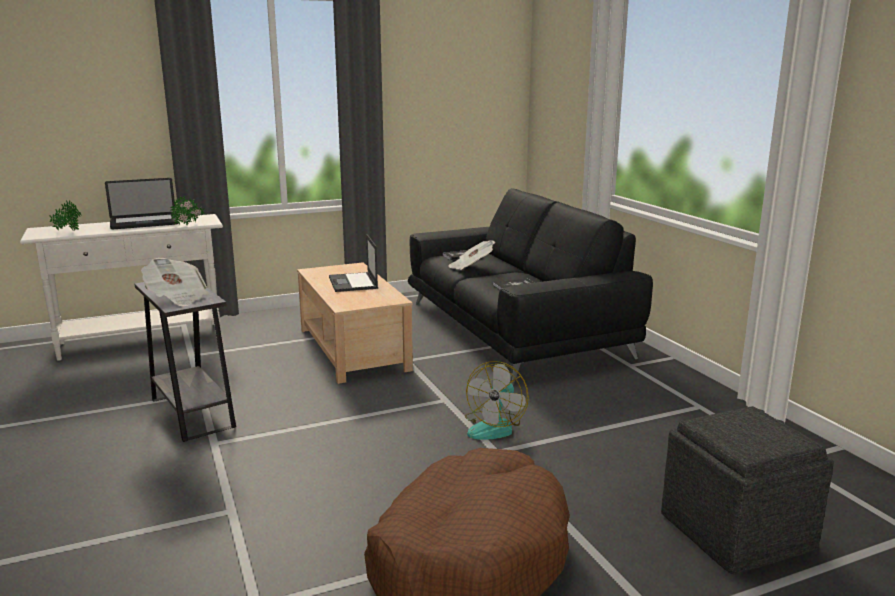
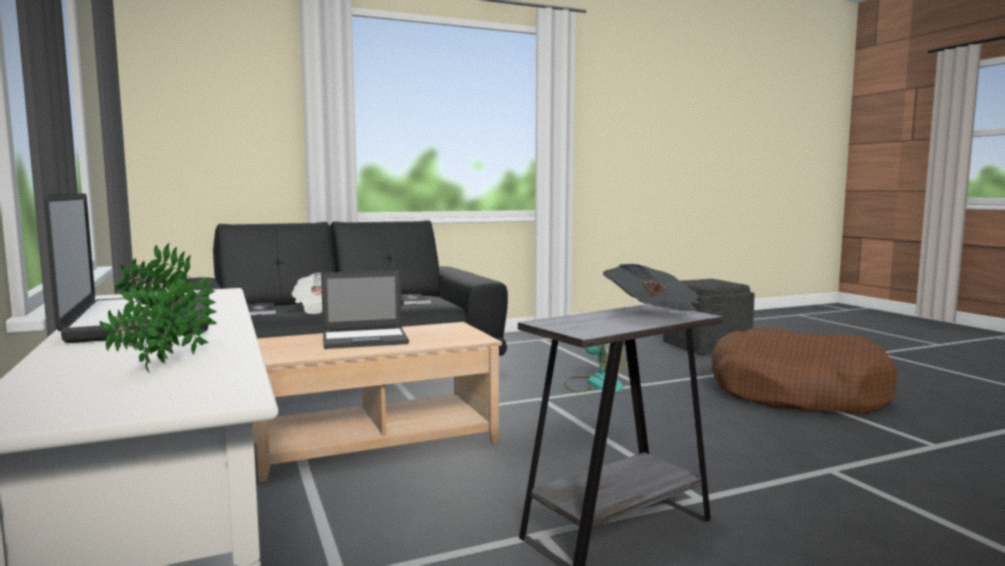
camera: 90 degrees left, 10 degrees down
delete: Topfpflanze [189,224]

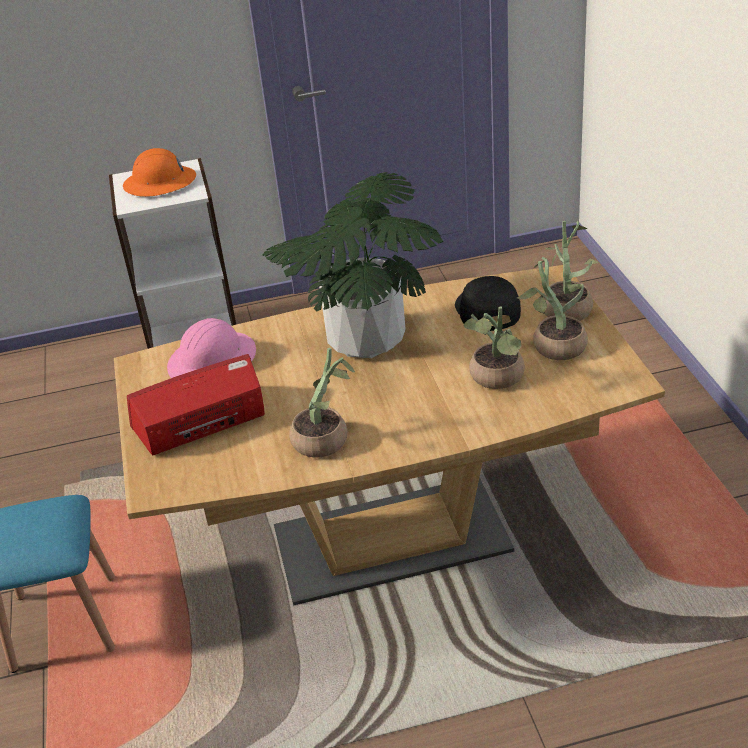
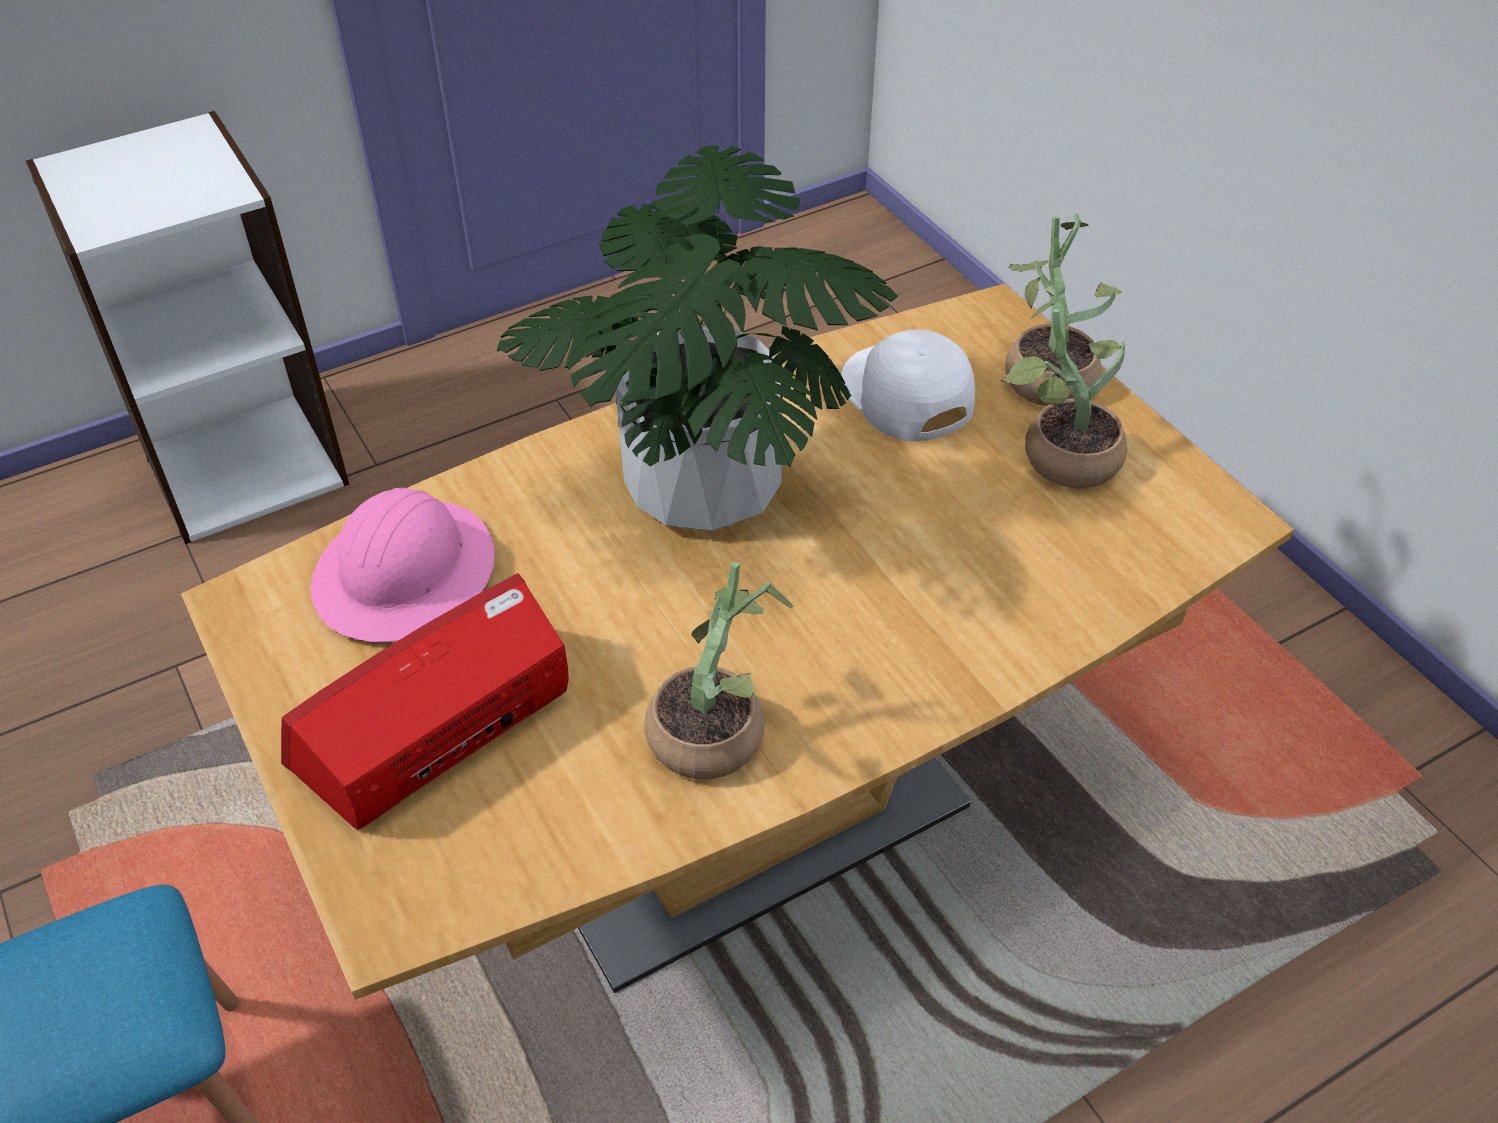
camera: 20 degrees left, 10 degrees up
delete: Schutzhelm [orange] [160,183]; Topfpflanze [497,379]
recolor: Kappe [schwarz] [486,310] to Kappe [weiß] [904,394]

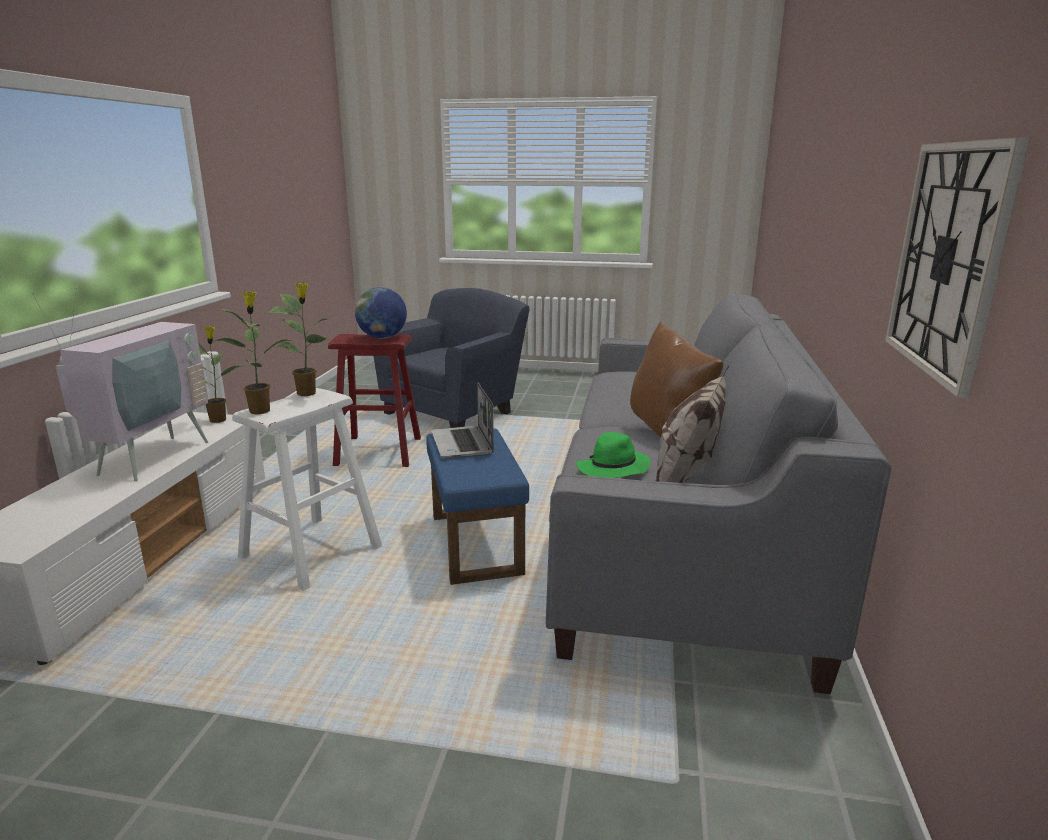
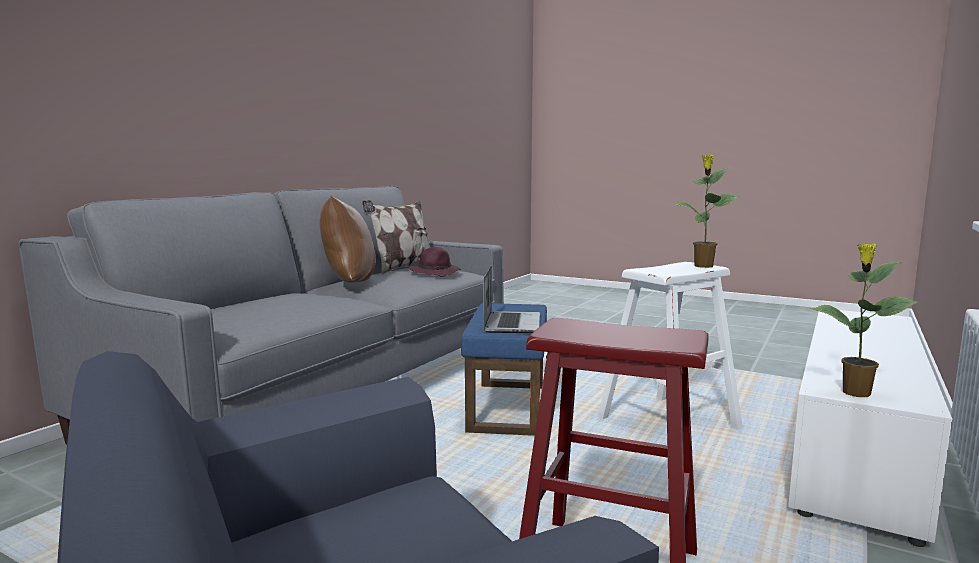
camera: 160 degrees left, 10 degrees down
delete: Wanduhr [948,259]; Topfpflanze [308,393]; Fernseher [148,456]; Globus [382,337]
recolor: Hut [grün] [613,469] to Hut [lila] [435,272]

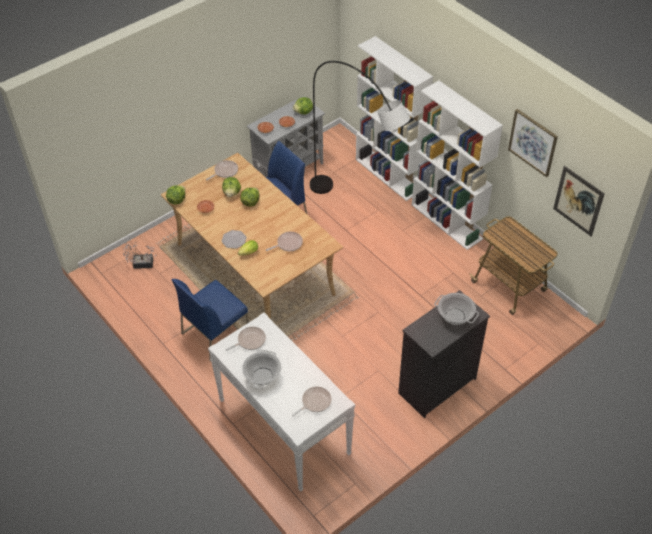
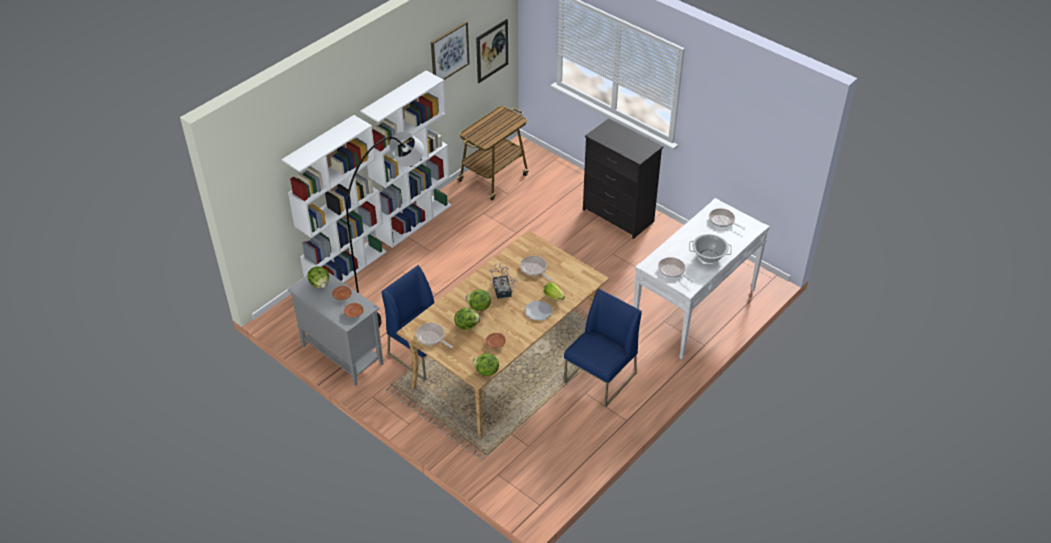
camera: 100 degrees left, 5 degrees down
delete: Kochtopf [455,316]
move: Topfpflanze [140,263] to [502,292]
rotate: Stuhl [blau] [215,332] = [600,378] 90 degrees counterclockwise

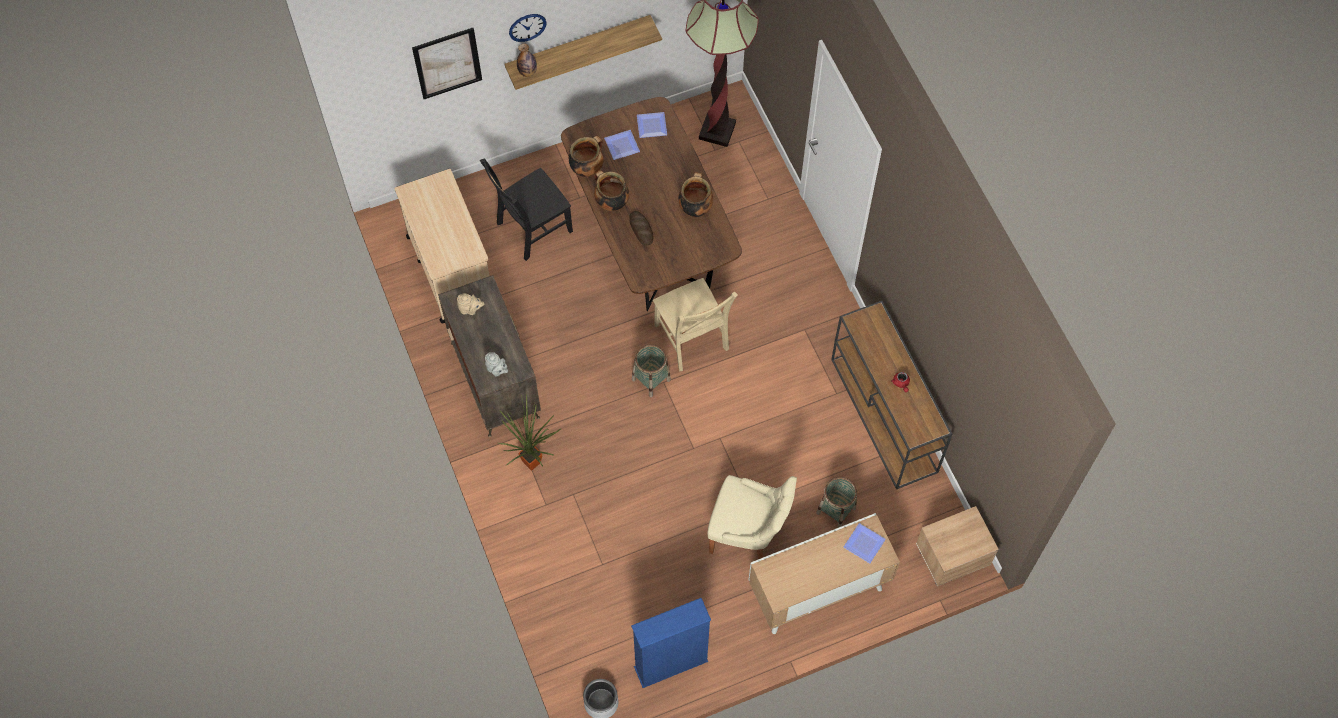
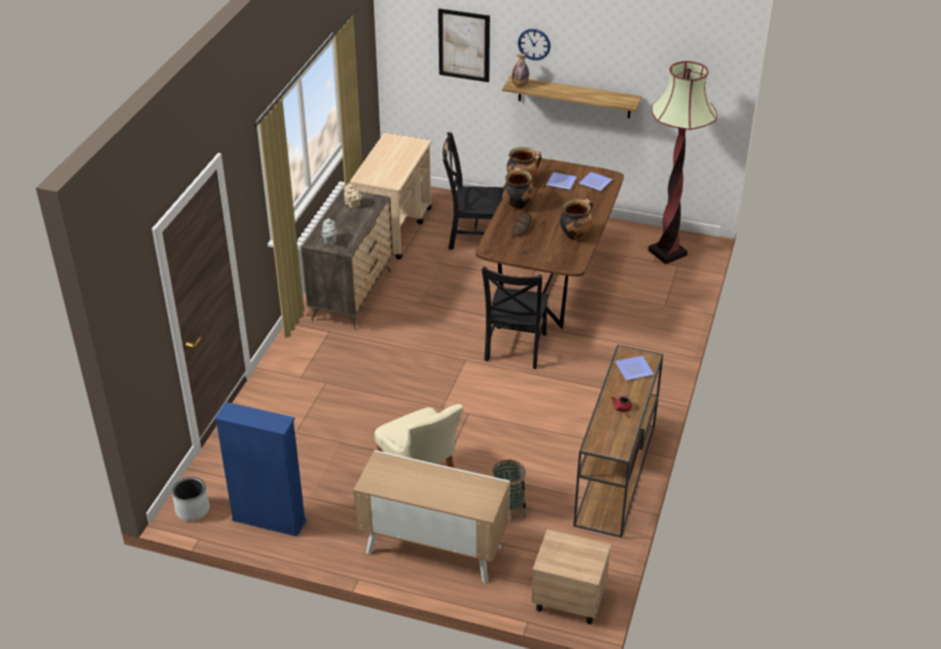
camera: 40 degrees right, 25 degrees down
delete: Korb [651,379]; Topfpflanze [534,461]
move: Teller [864,545] to [633,370]
recolor: Stuhl [beige] [692,340] to Stuhl [schwarz] [515,349]

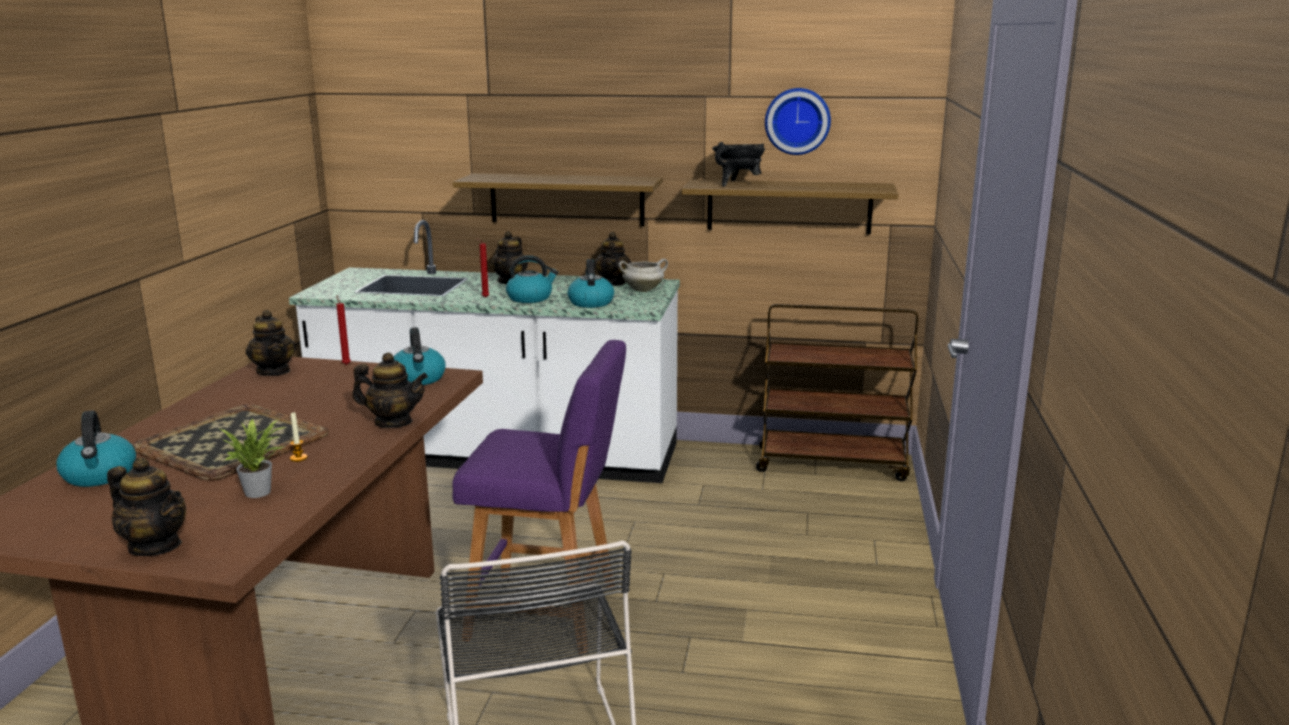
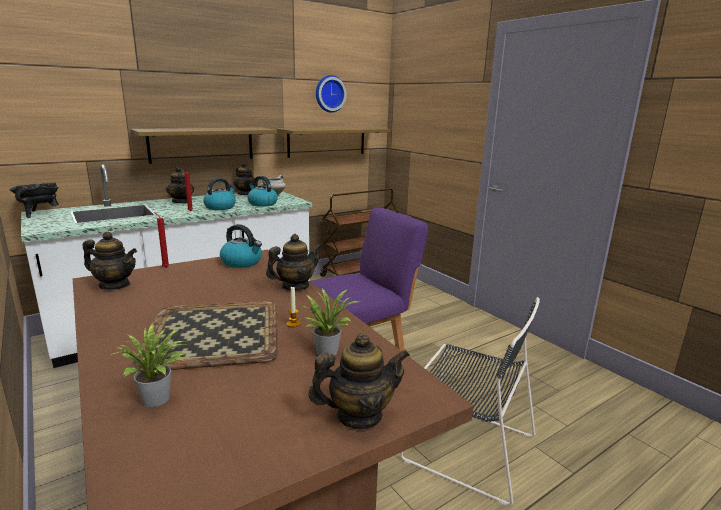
camera: 45 degrees left, 0 degrees up
move: Kochtopf [schwarz] [738,184] to [40,214]
replace: Wasserkessel [100,475] to Topfpflanze [159,400]

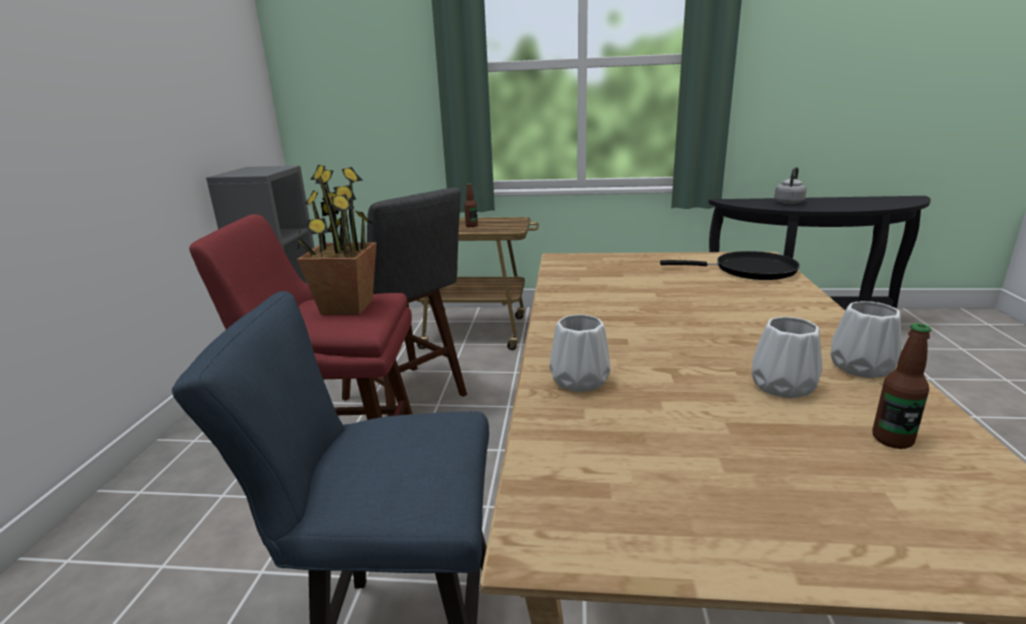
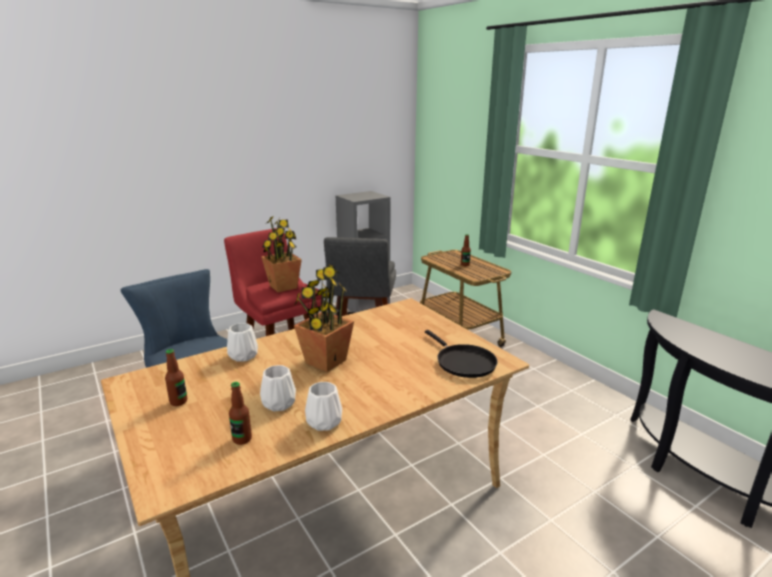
camera: 50 degrees right, 0 degrees up
delete: Wasserkessel [grau] [789,202]
insert: Topfpflanze [325,362]; Flasche [178,401]

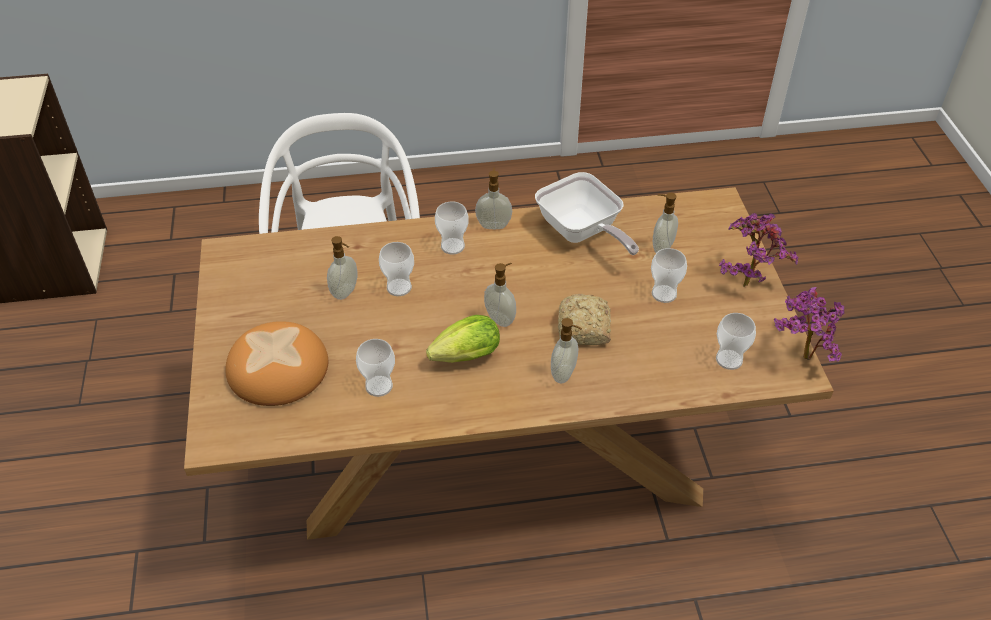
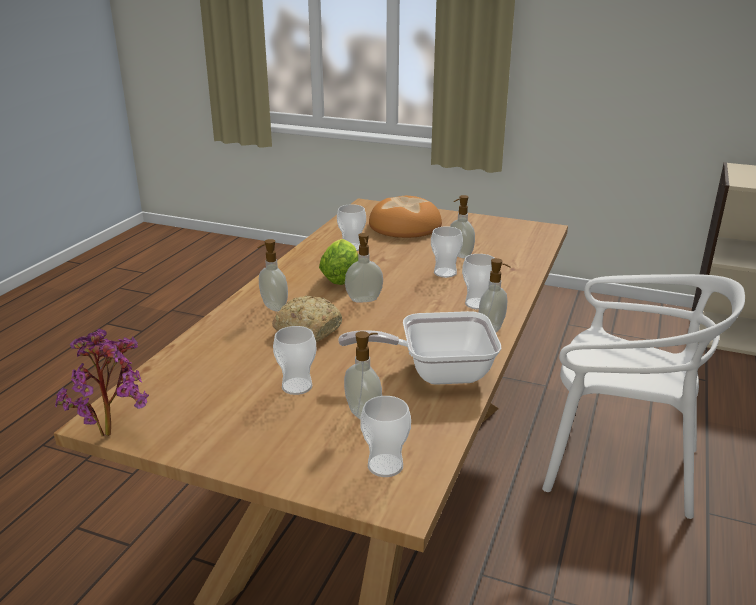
camera: 120 degrees right, 20 degrees down
delete: Topfpflanze [746,281]
move: Tasse [729,359] to [385,465]

